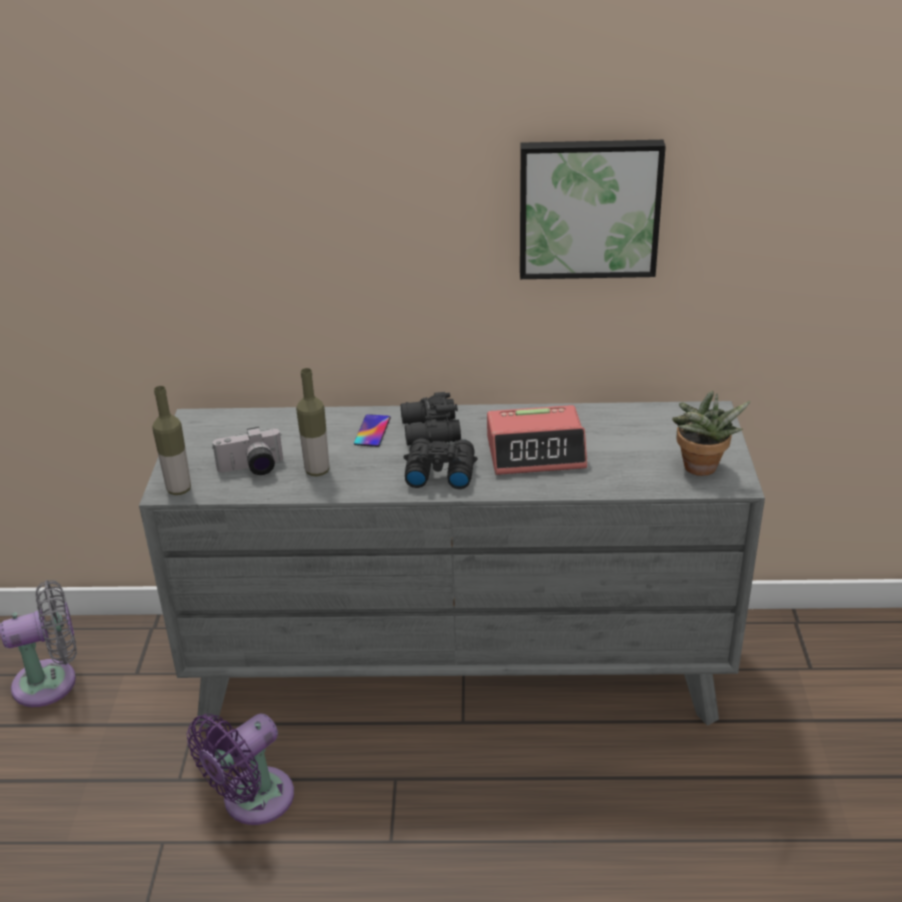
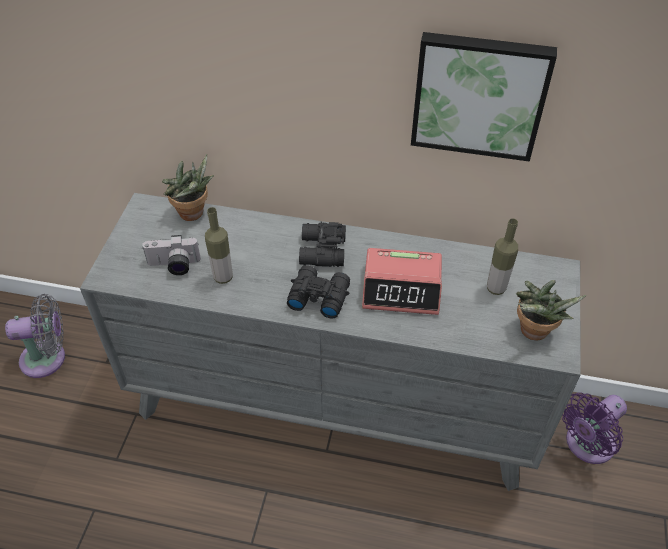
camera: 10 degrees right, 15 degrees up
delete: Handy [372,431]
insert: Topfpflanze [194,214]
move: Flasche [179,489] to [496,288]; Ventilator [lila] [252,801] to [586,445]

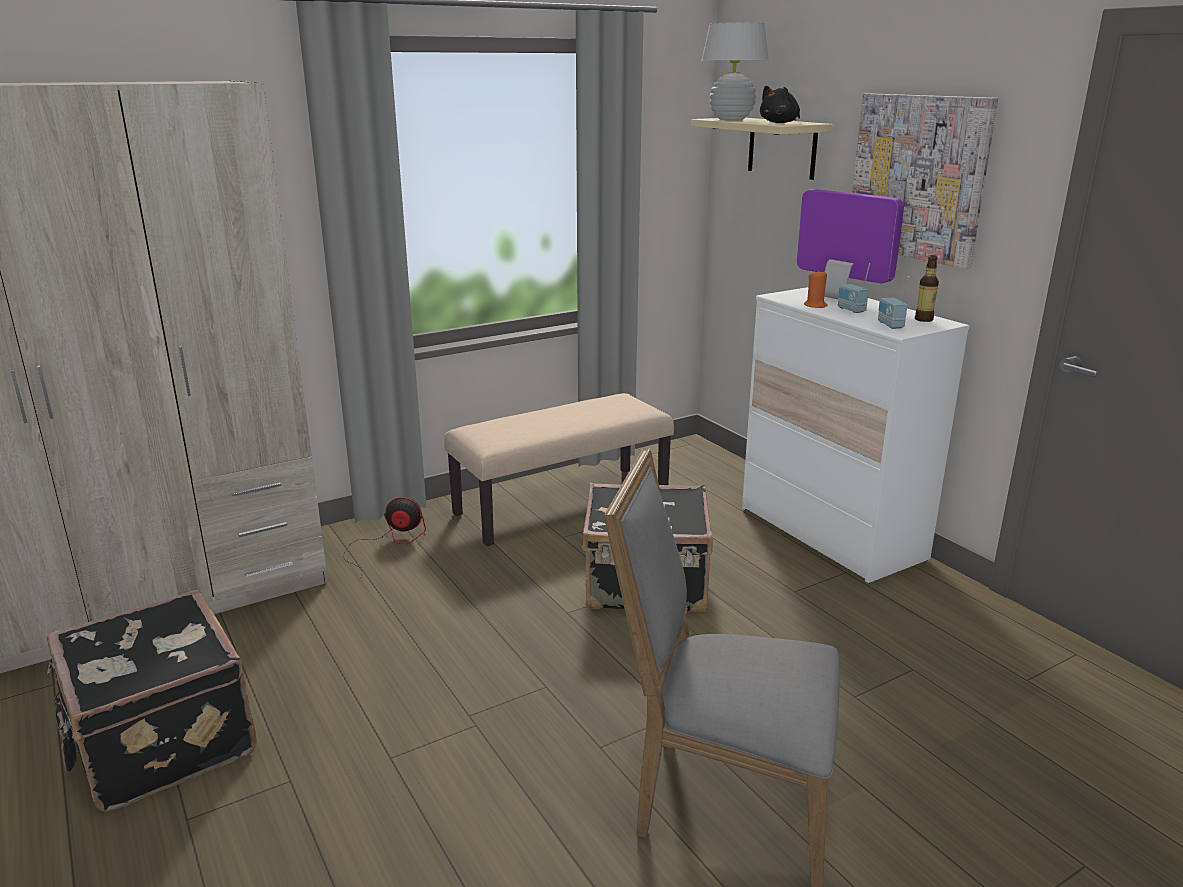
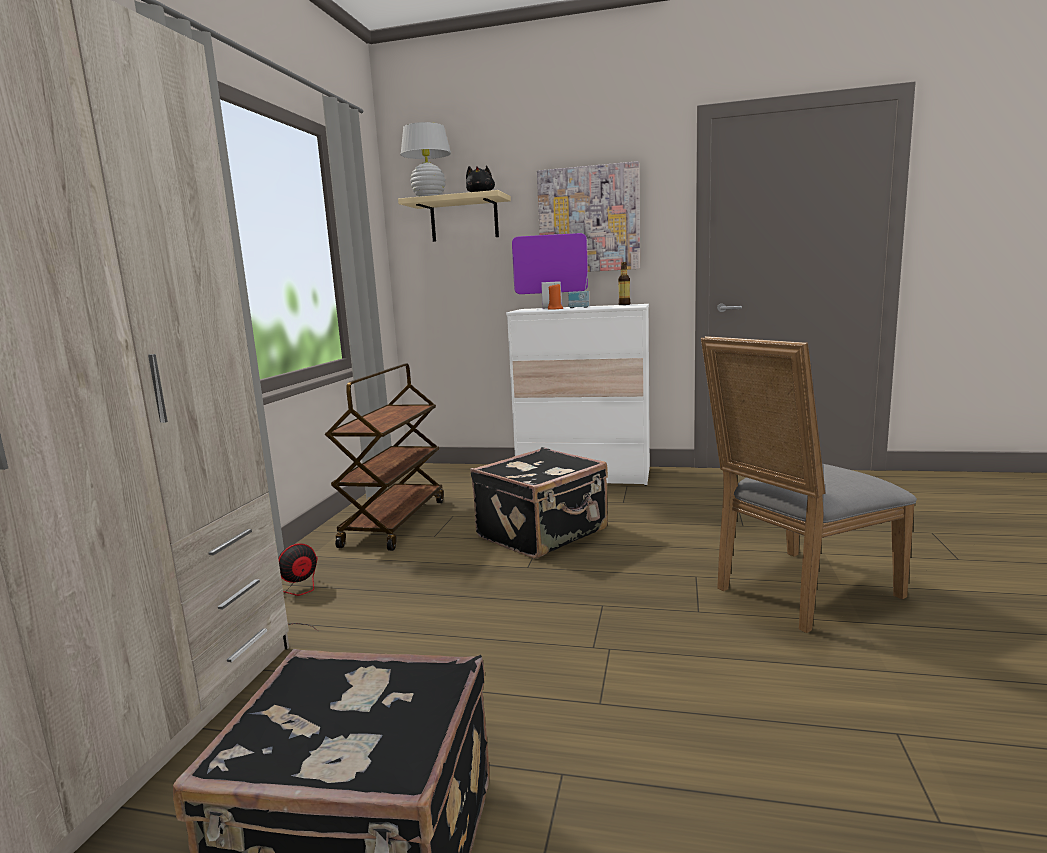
camera: 45 degrees left, 10 degrees down
delete: Radio [889,325]
replace: Bank [beige] [562,504] to Rollwagen [braun] [394,522]

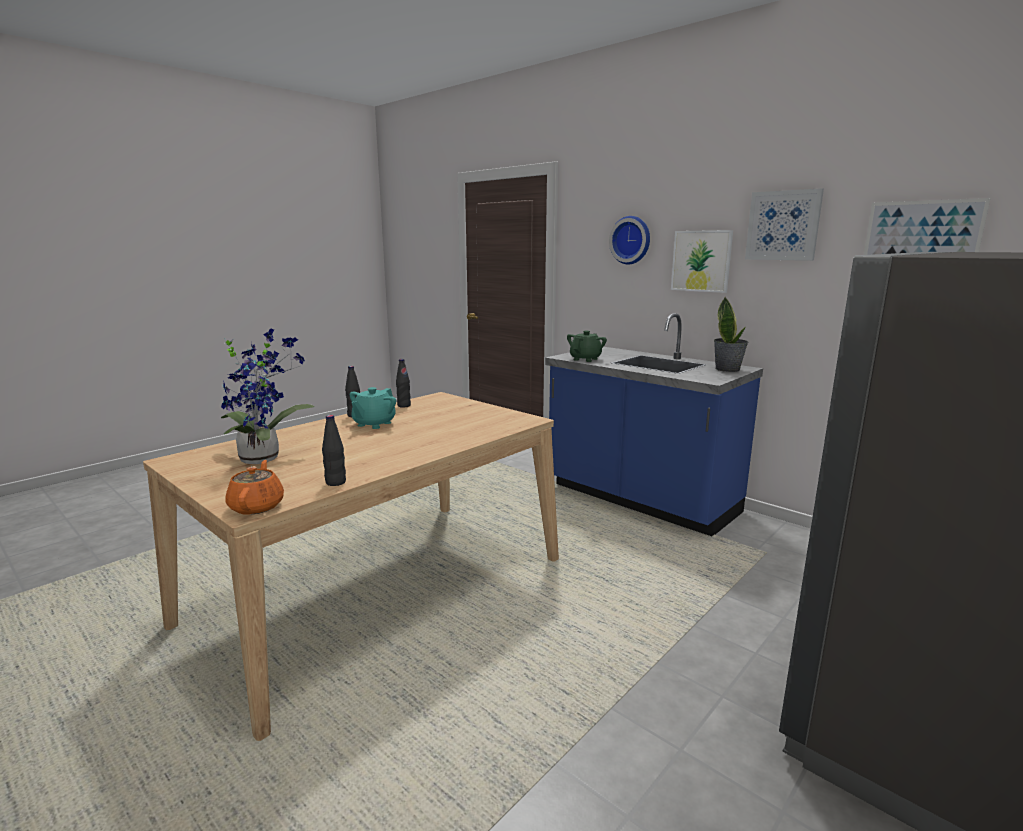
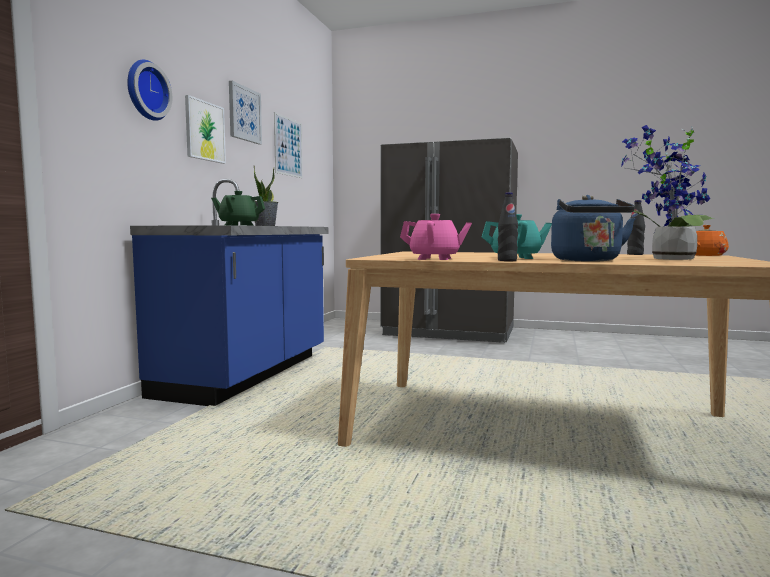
camera: 115 degrees left, 10 degrees down
insert: Wasserkessel [blau] [588,261]
replace: Flasche [schwarz] [404,406] to Teekanne [rosa] [435,259]

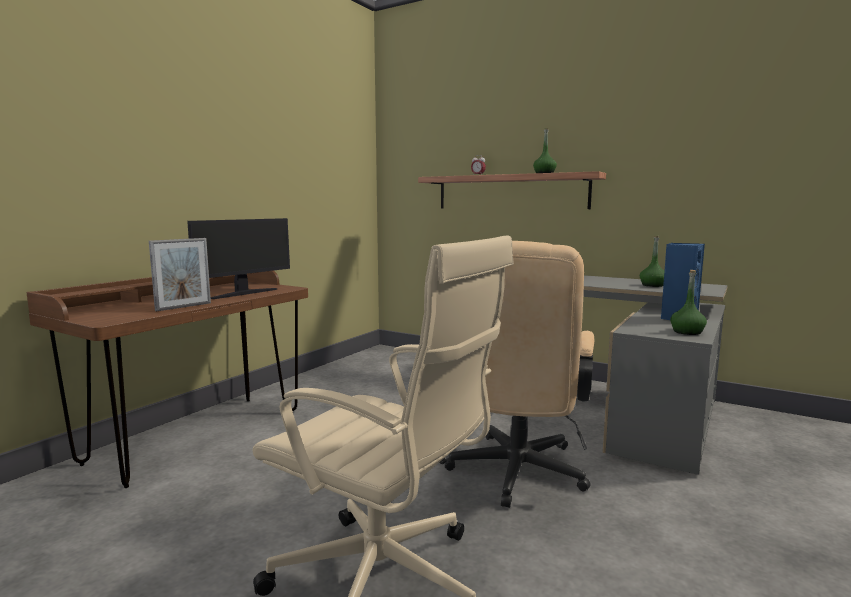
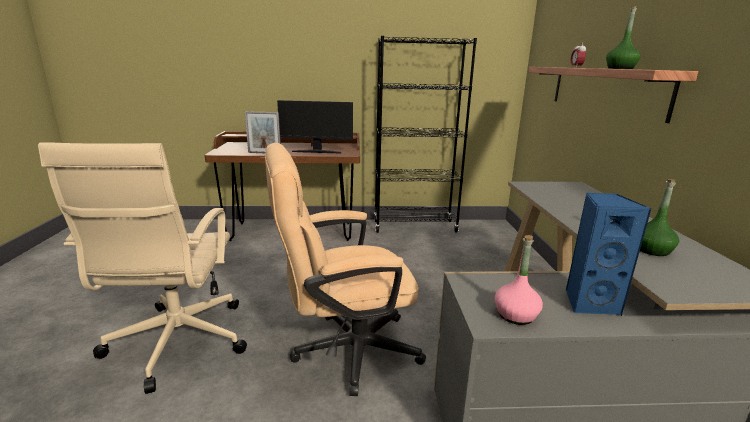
camera: 55 degrees right, 10 degrees up
insert: Bücherregal [schwarz] [415,226]
recolor: Flasche [grün] [687,332] to Flasche [rosa] [515,315]

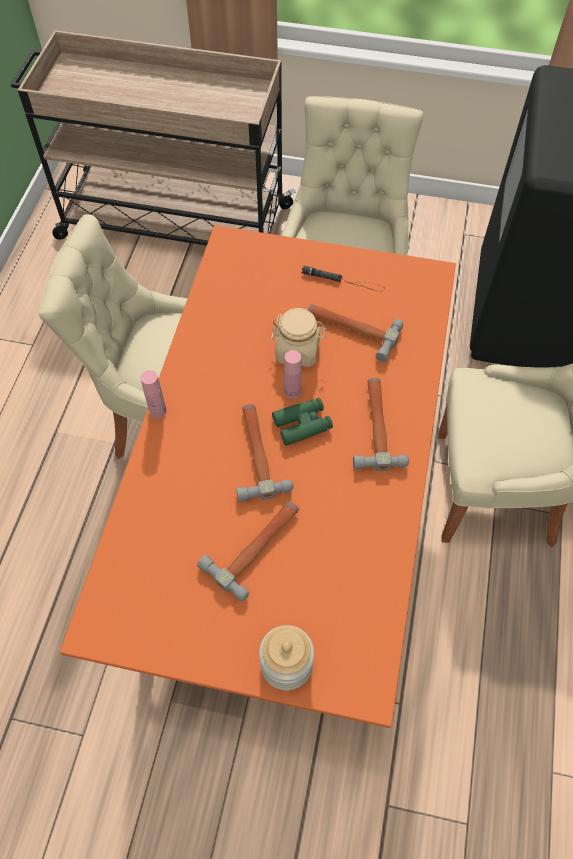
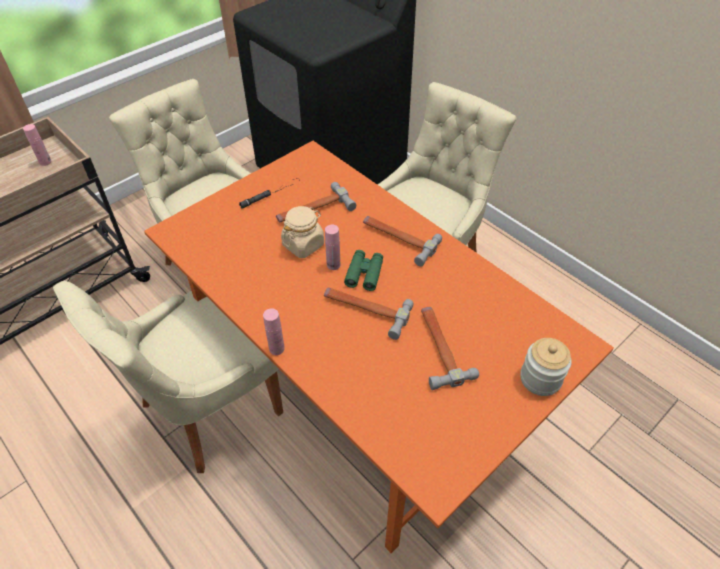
camera: 55 degrees left, 10 degrees down
insert: Flasche [rosa] [45,162]

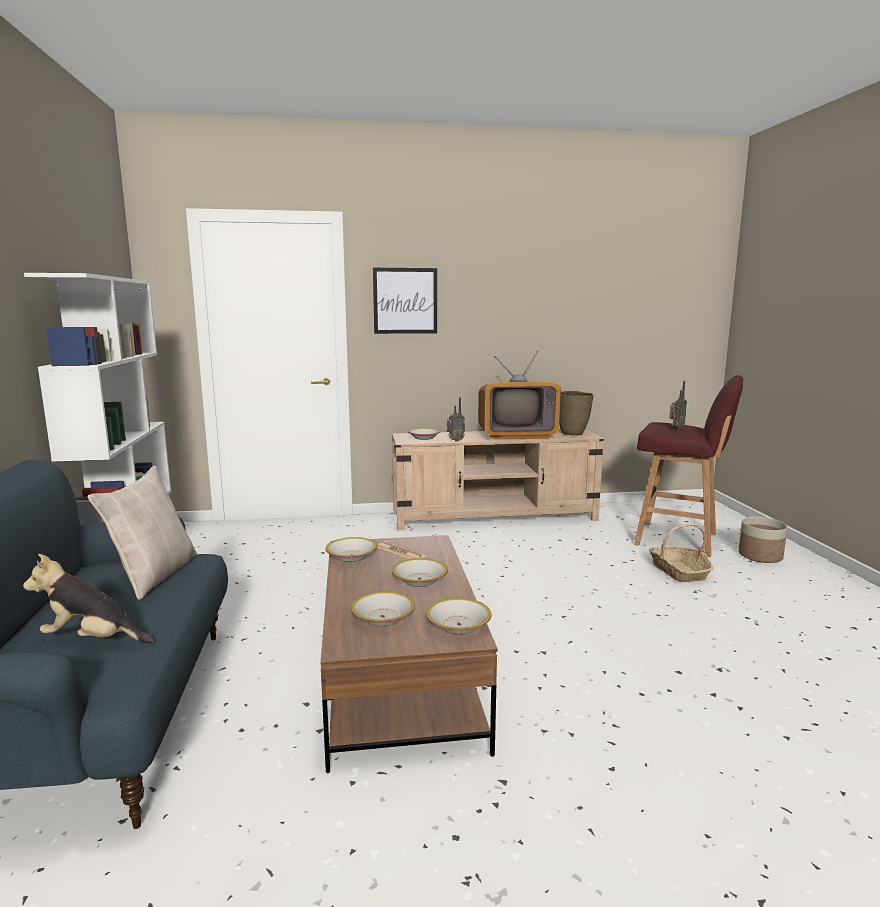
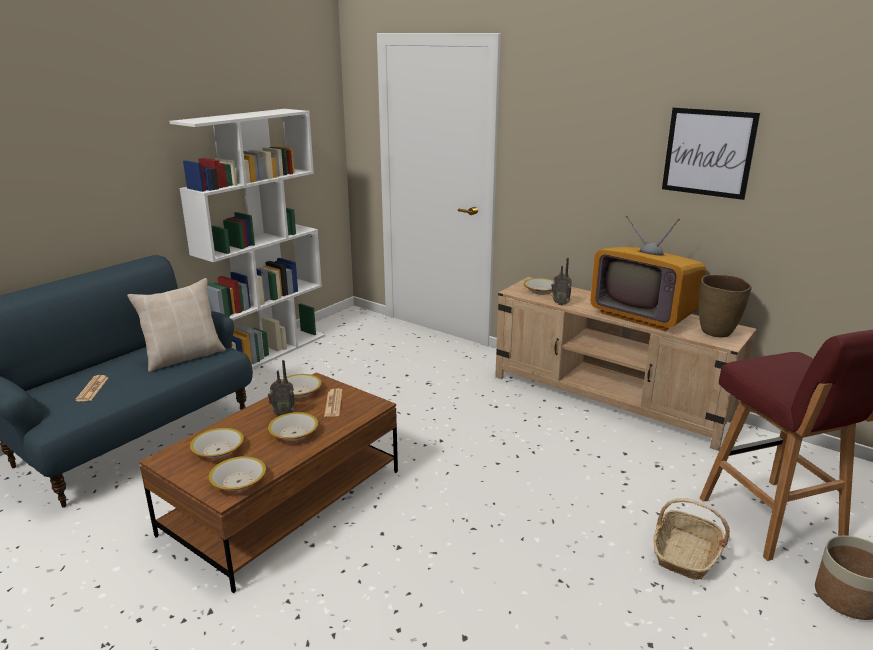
camera: 45 degrees right, 10 degrees up
move: Bild [405,301] to [708,152]; Radio [675,428] to [283,414]
replace: Plüschtier [93,640] to Zeitung [92,389]

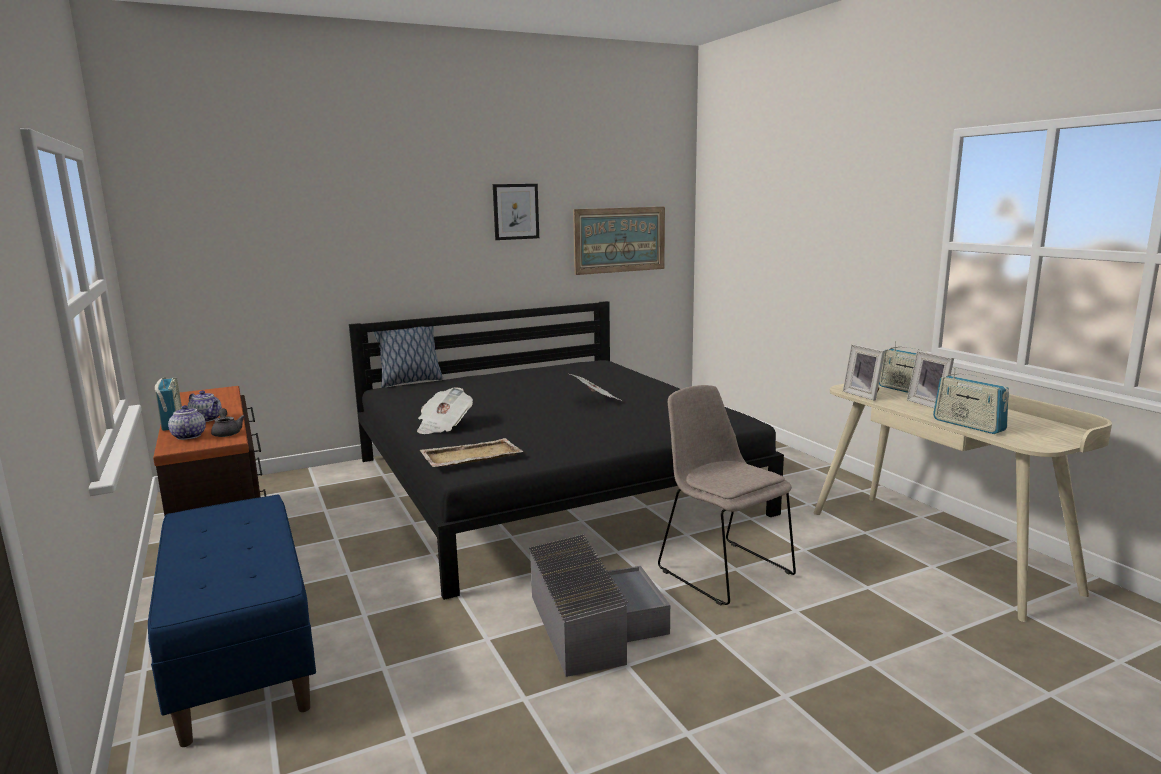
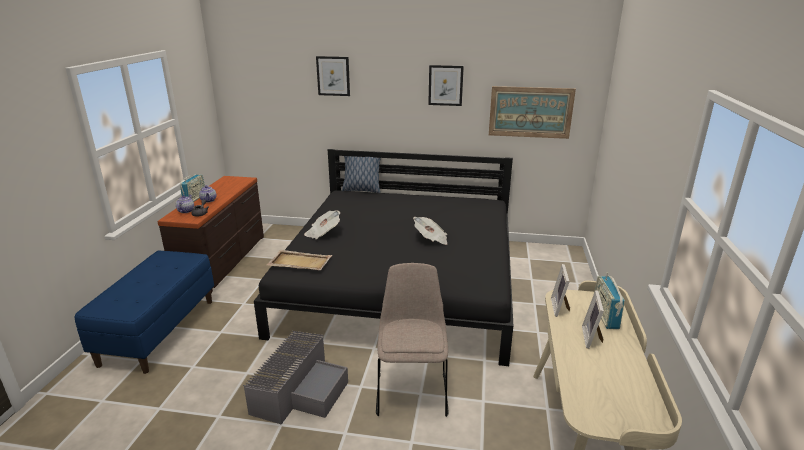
camera: 35 degrees right, 10 degrees up
delete: Radio [968,425]
insert: Bild [333,76]

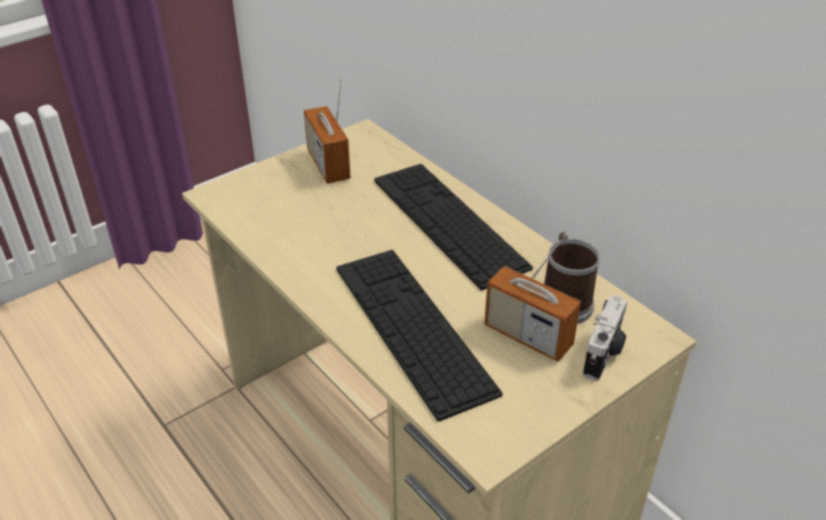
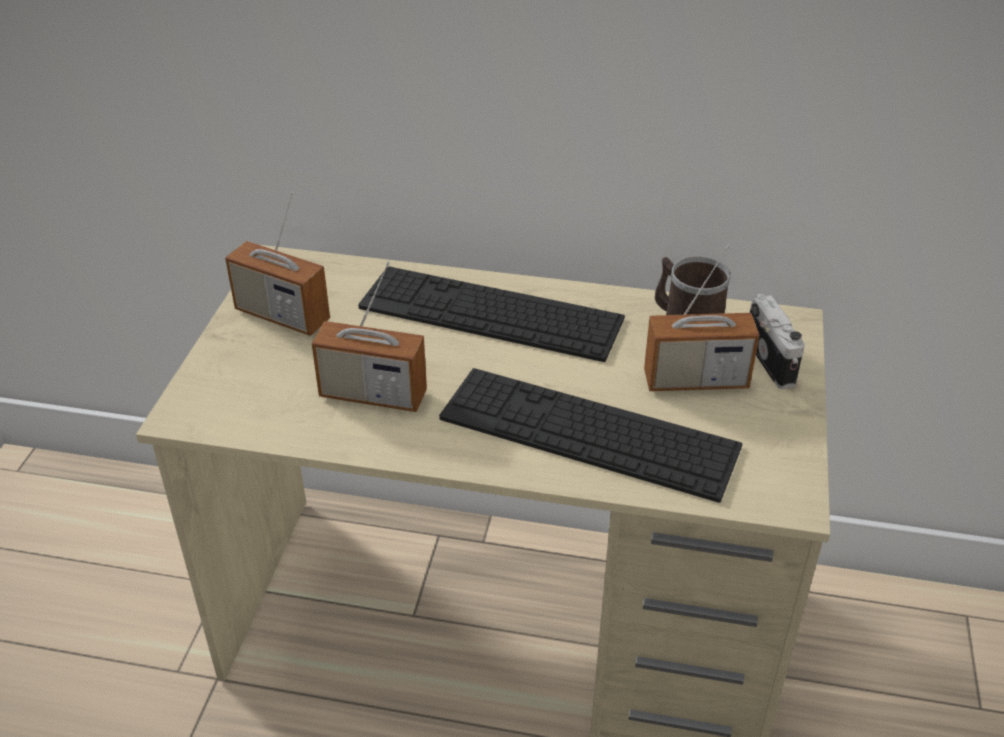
camera: 40 degrees left, 0 degrees up
insert: Radio [373,395]

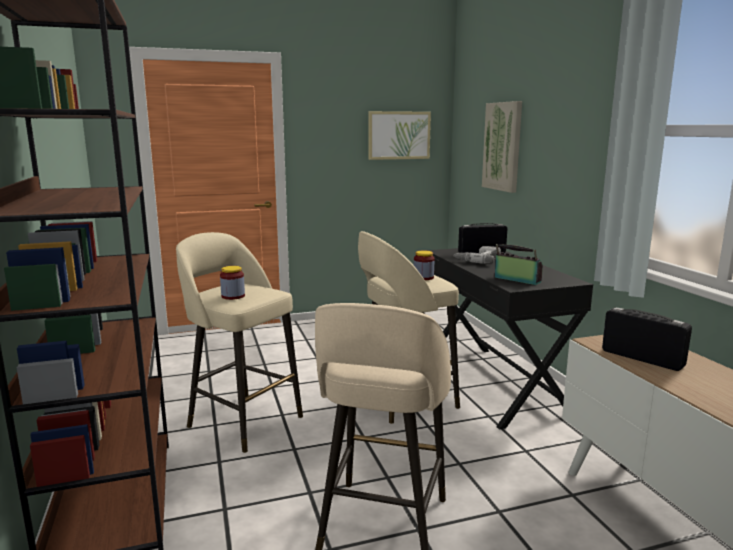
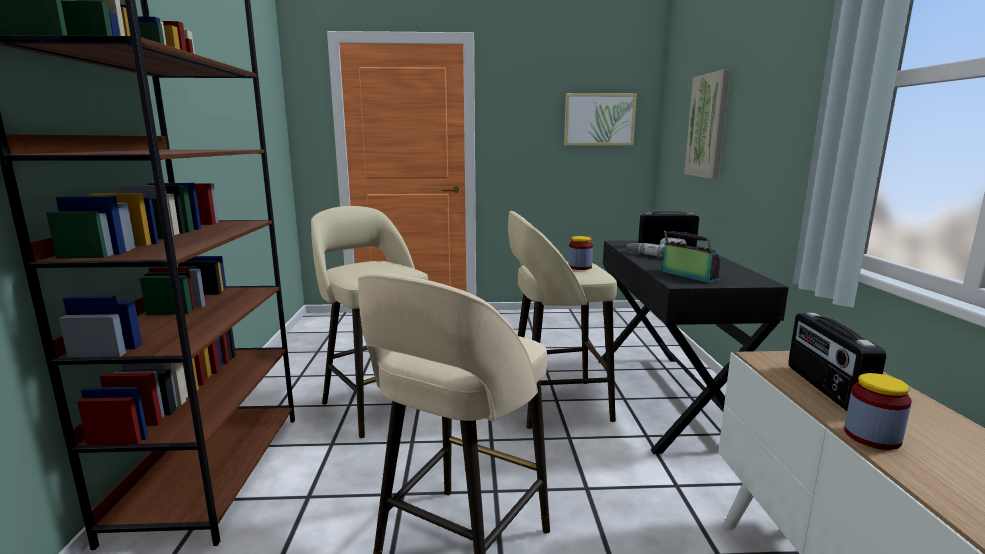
camera: 15 degrees right, 0 degrees up
move: Vorratsglas [233,296] to [872,437]
rotate: Radio [642,358] = [825,388] 150 degrees counterclockwise

